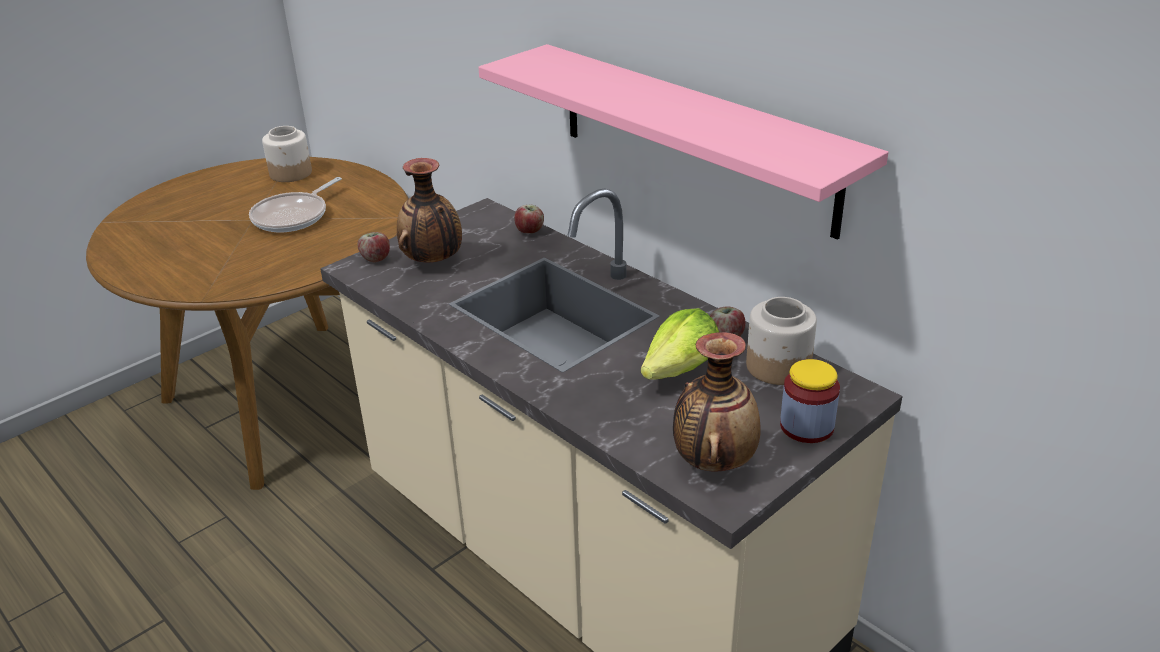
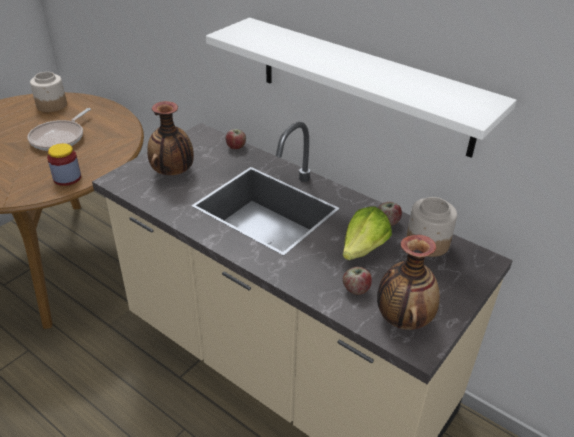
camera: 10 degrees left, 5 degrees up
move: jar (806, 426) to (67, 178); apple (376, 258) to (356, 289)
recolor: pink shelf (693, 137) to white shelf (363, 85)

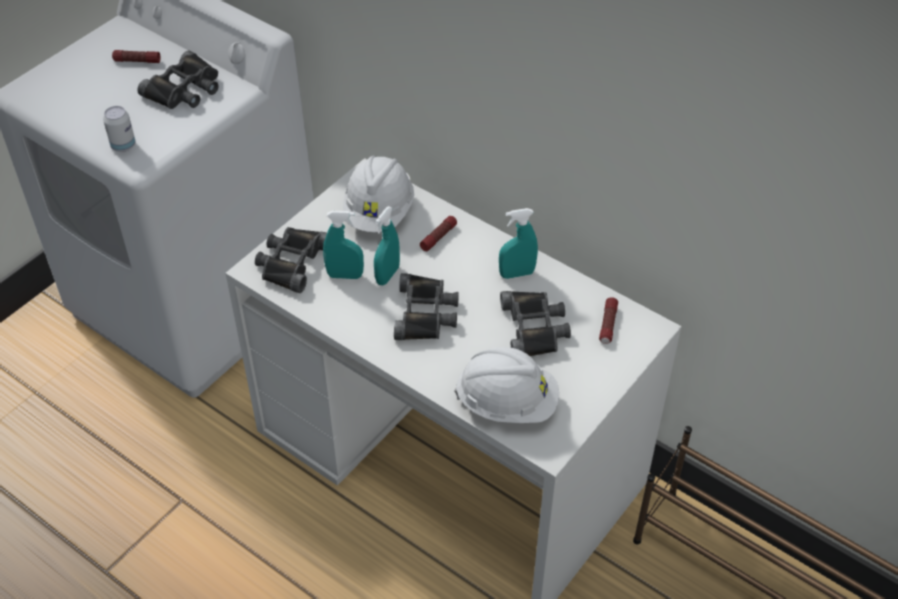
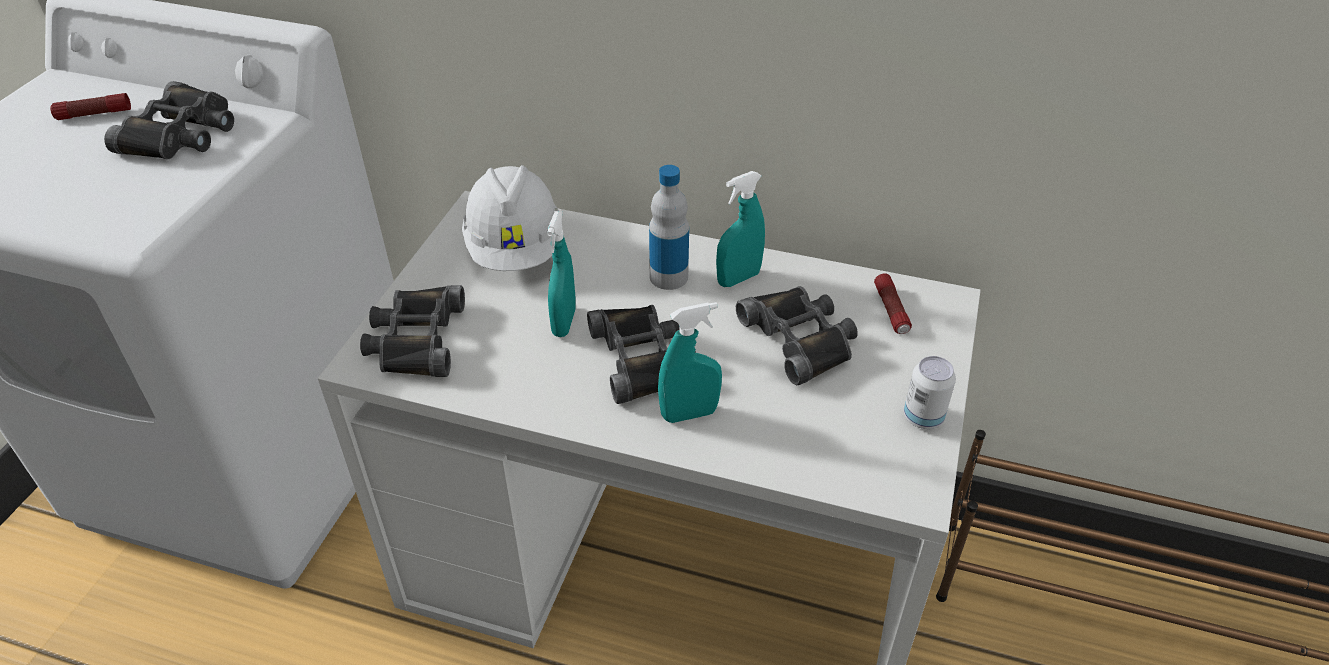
camera: 20 degrees left, 5 degrees down
delete: flashlight (438, 237); white hard hat (507, 403)
insert: bottle (668, 277)
move: turquoise spray bottle (345, 275) to (689, 414); can (123, 146) to (923, 417)

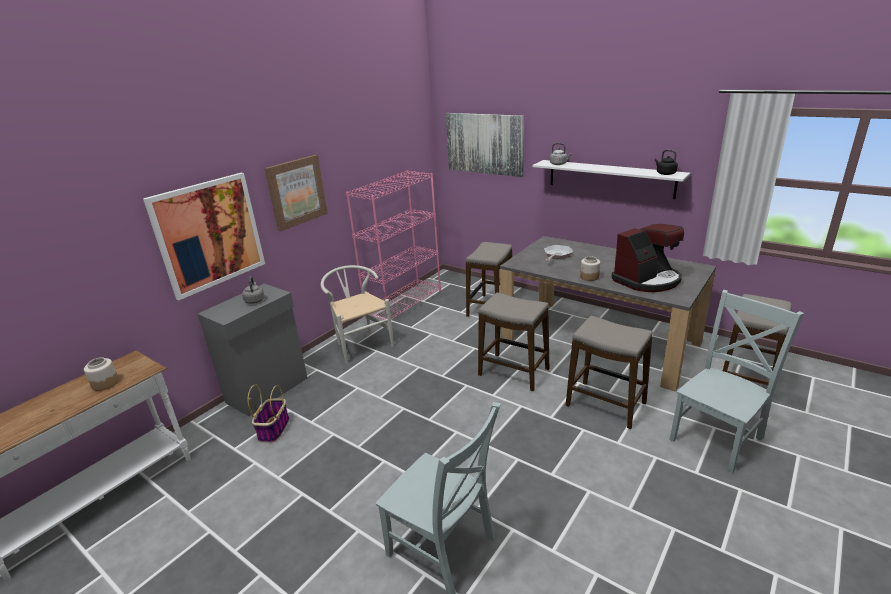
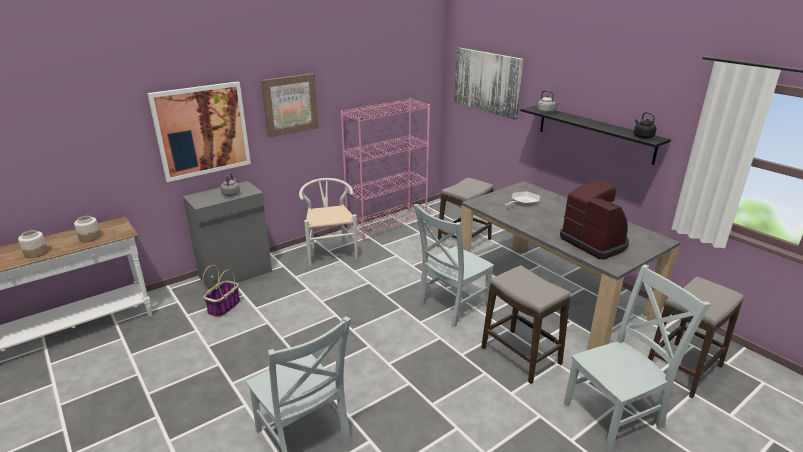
camera: 15 degrees right, 0 degrees up
move: jar (589, 277) to (36, 253)
replace: stool (513, 372) to grey chair (451, 306)
recolor: white shelf (610, 178) to black shelf (594, 133)
rotate: coffee machine (647, 280) = (595, 242) 105 degrees counterclockwise

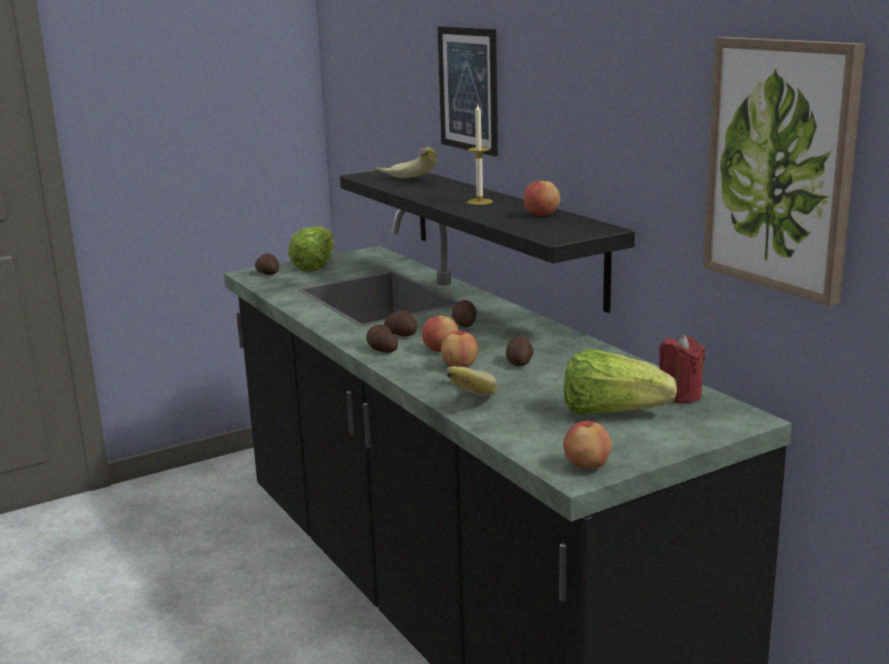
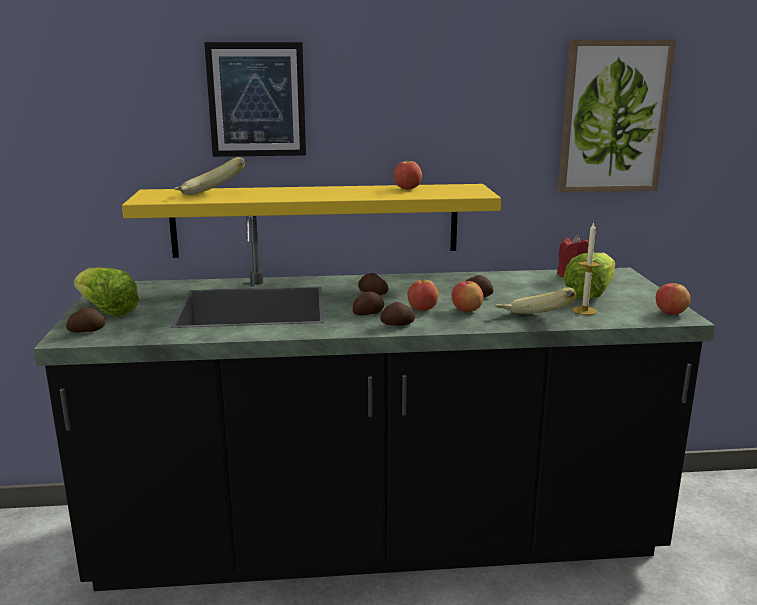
camera: 65 degrees left, 0 degrees up
move: candle (479, 202) to (584, 311)
recolor: black shelf (504, 232) to yellow shelf (315, 220)

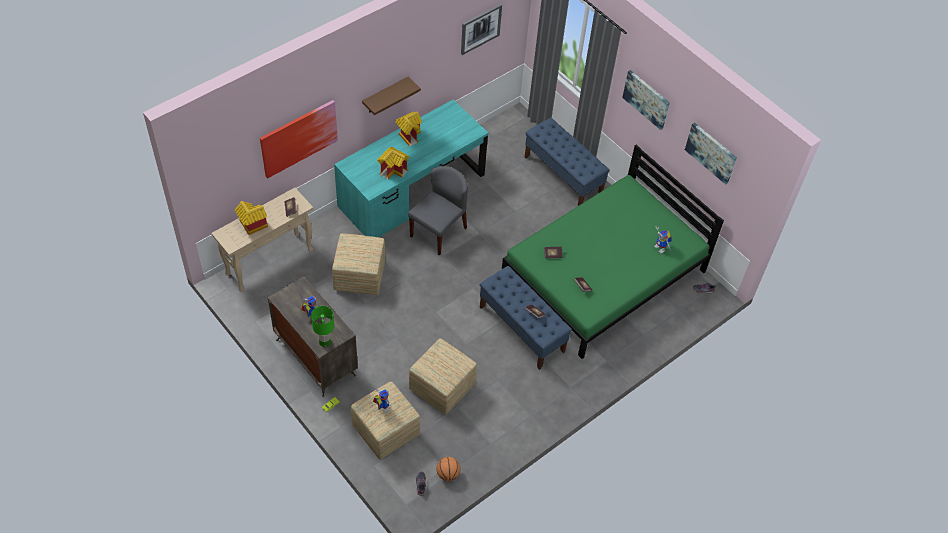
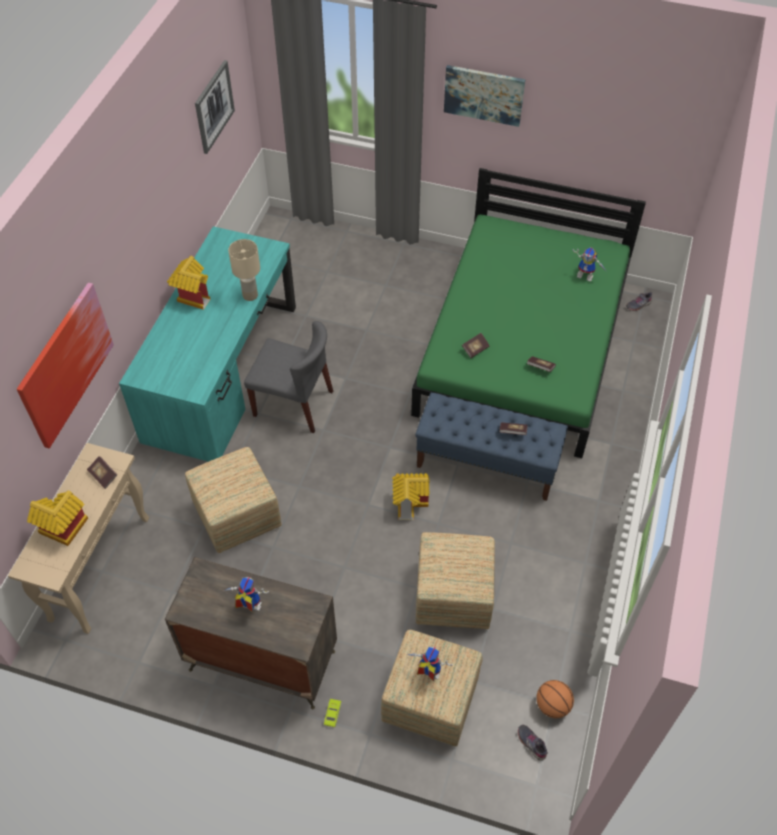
camera: 30 degrees left, 0 degrees up
delete: green table lamp (325, 342); brown shelf (385, 96); blue bench (563, 175); picture (711, 152)
insert: beige table lamp (250, 296)
move: toy house (394, 170) to (410, 502)
rotate: grey chair (438, 232) = (294, 403) 105 degrees clockwise

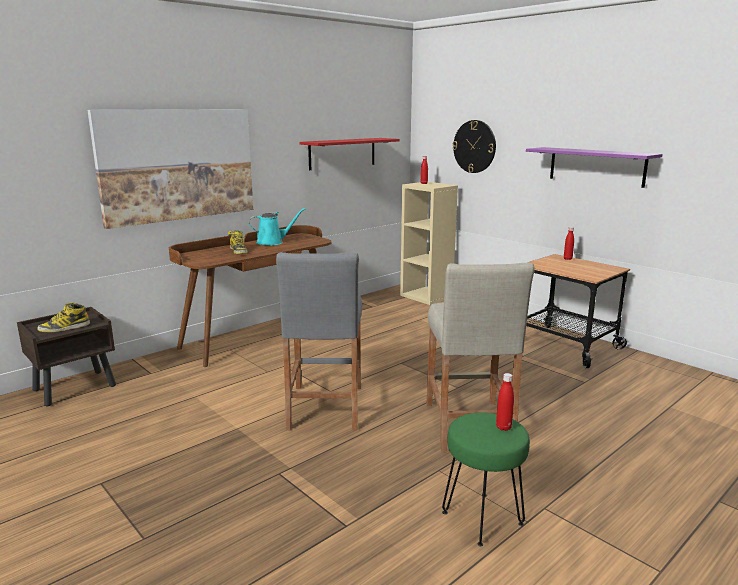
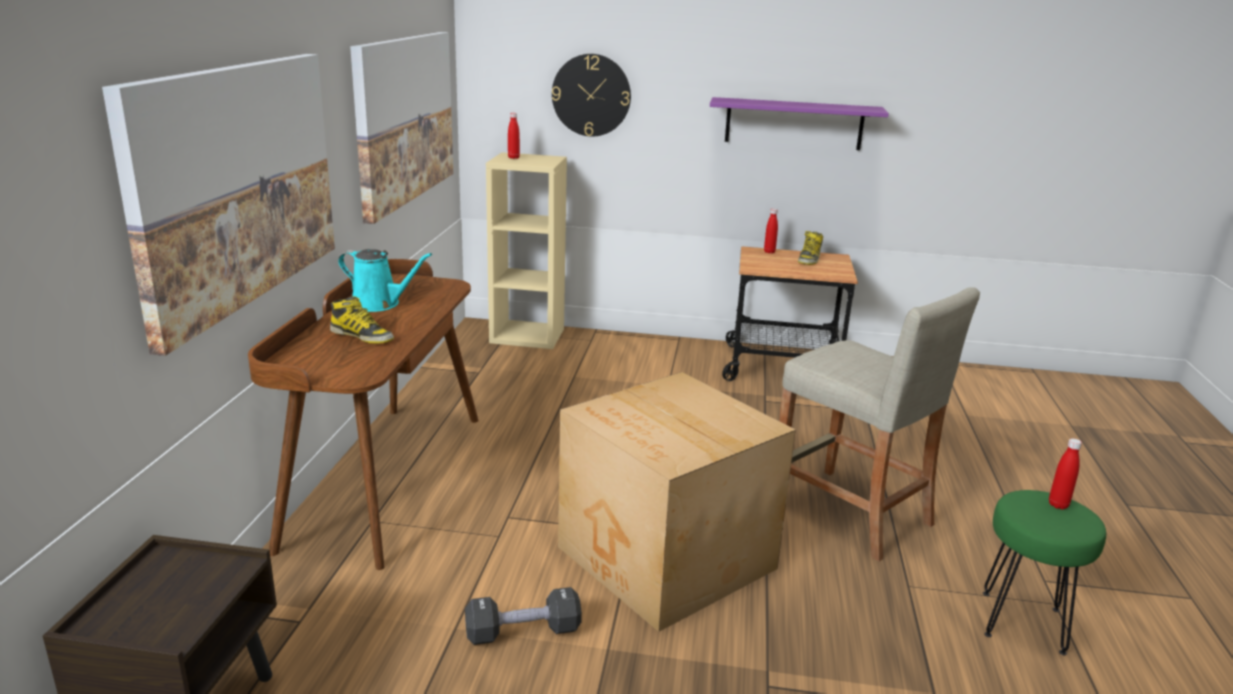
camera: 40 degrees left, 5 degrees up
insert: black dumbbell (523, 632)
move: boot (64, 328) to (809, 259)
replace: red shelf (342, 153) to picture (404, 119); grey stool (324, 407) to cardboard box (666, 560)
rotate: turquoise watering can (272, 242) = (379, 304) 75 degrees clockwise

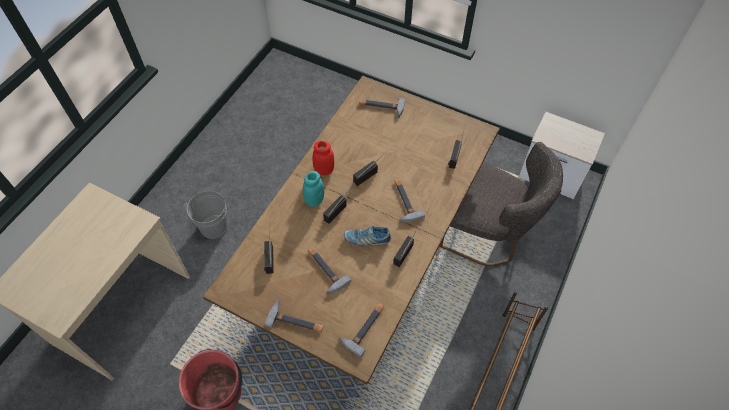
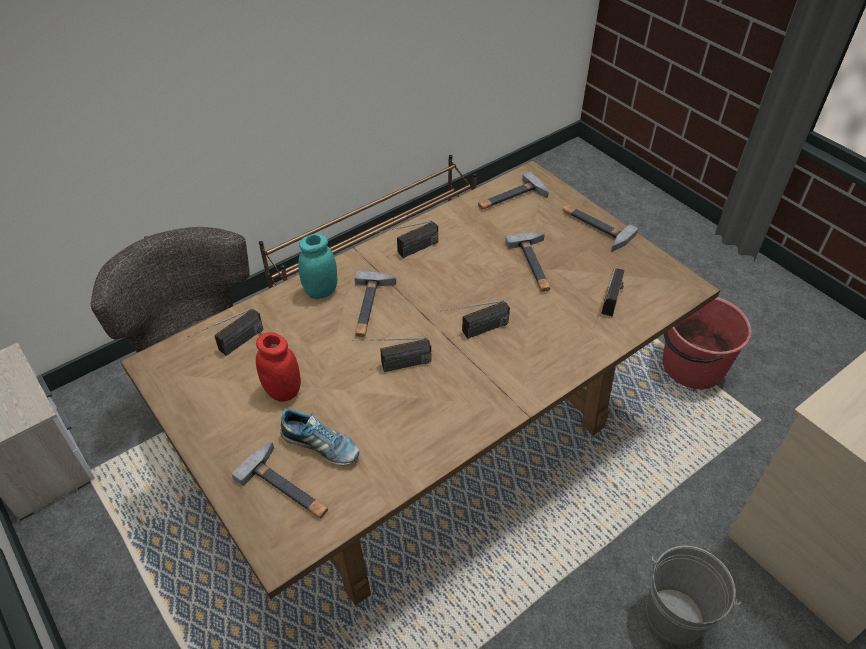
camera: 155 degrees left, 10 degrees down
move: red jar (324, 170) to (283, 391); shoe (367, 239) to (321, 446); turquoise jar (314, 200) to (321, 291)

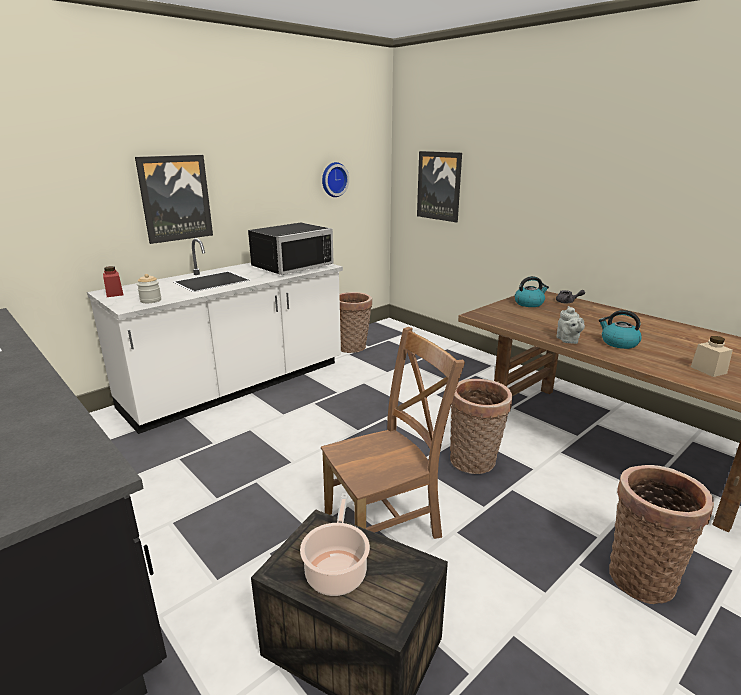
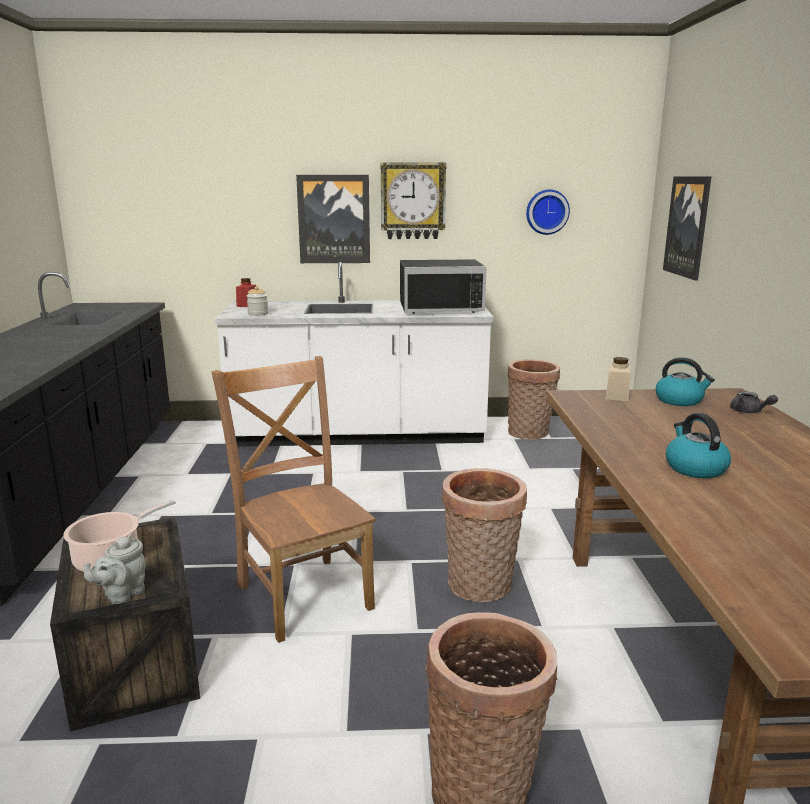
camera: 40 degrees right, 5 degrees down
insert: wall clock (413, 201)
move: grey teapot (568, 340) to (121, 594); beige jar (708, 370) to (617, 396)
rotate: brown chair (386, 523) = (303, 593) 135 degrees counterclockwise

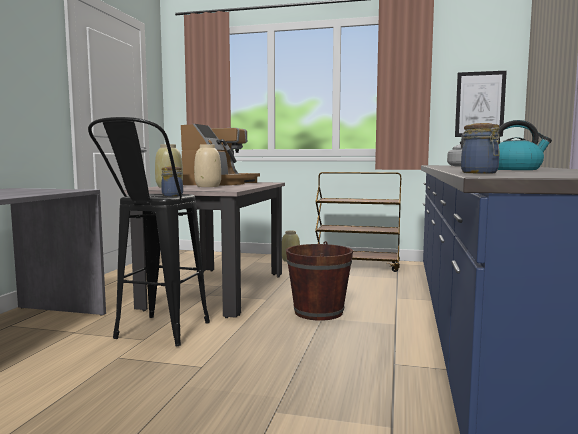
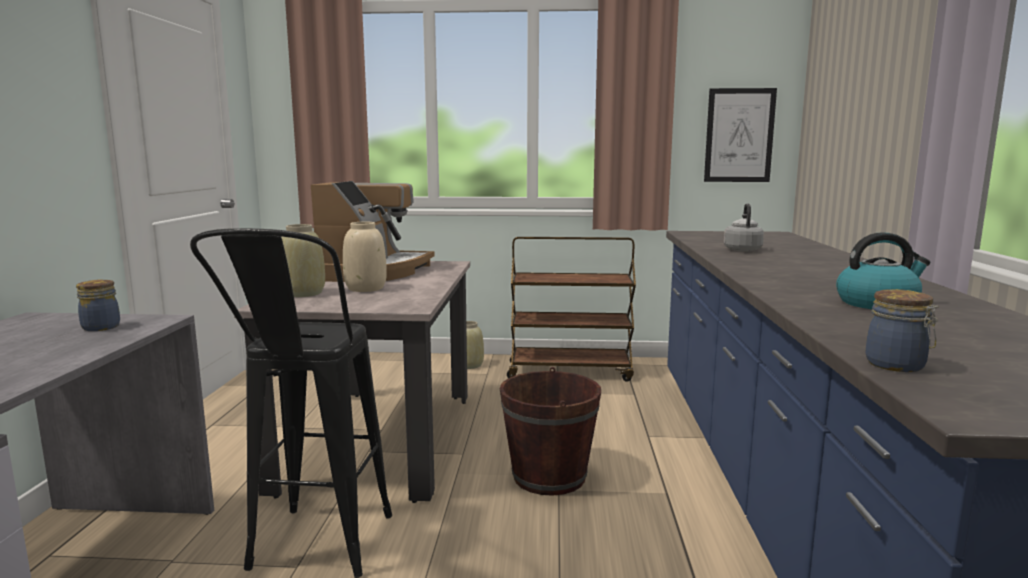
camera: 10 degrees left, 5 degrees up
move: jar (171, 195) to (99, 327)

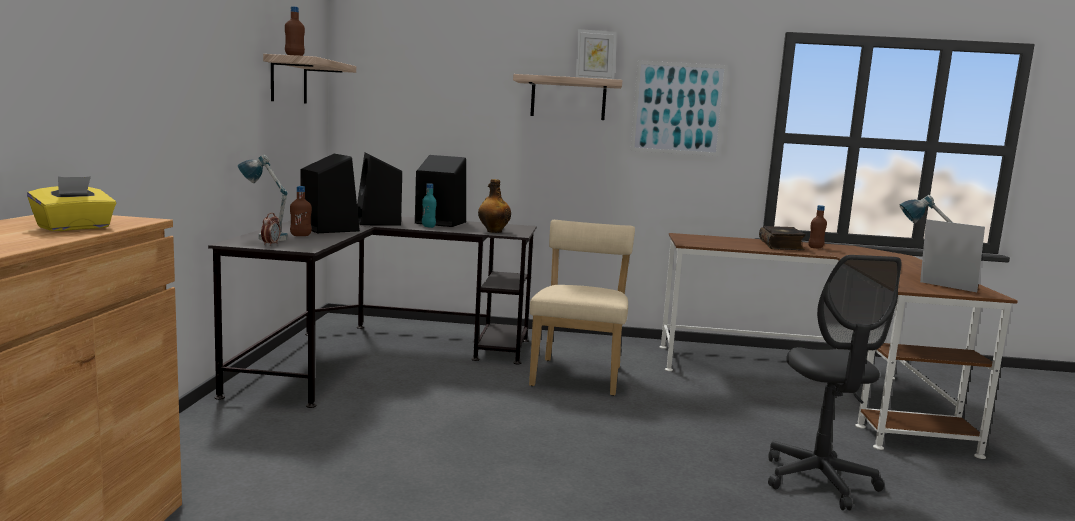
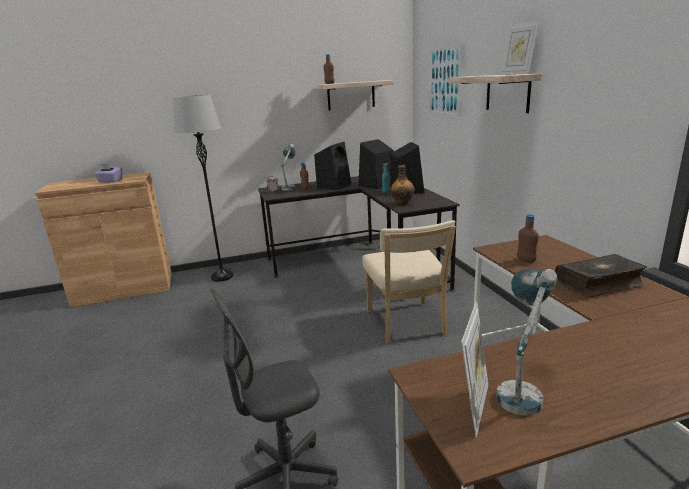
camera: 70 degrees right, 10 degrees up
insert: grey floor lamp (222, 276)
move: picture (678, 108) to (444, 81); brown bottle (815, 247) to (526, 260)
recolor: yellow tissue box (74, 228) to purple tissue box (110, 181)
rotate: beige chair (578, 375) = (406, 324) 90 degrees clockwise

